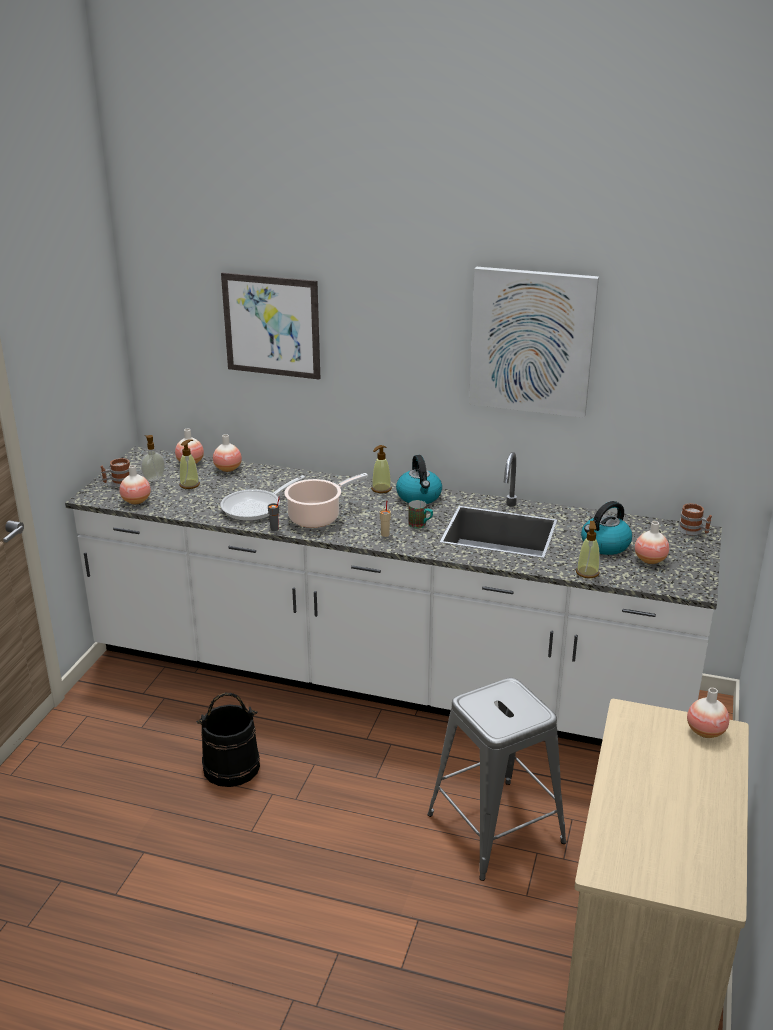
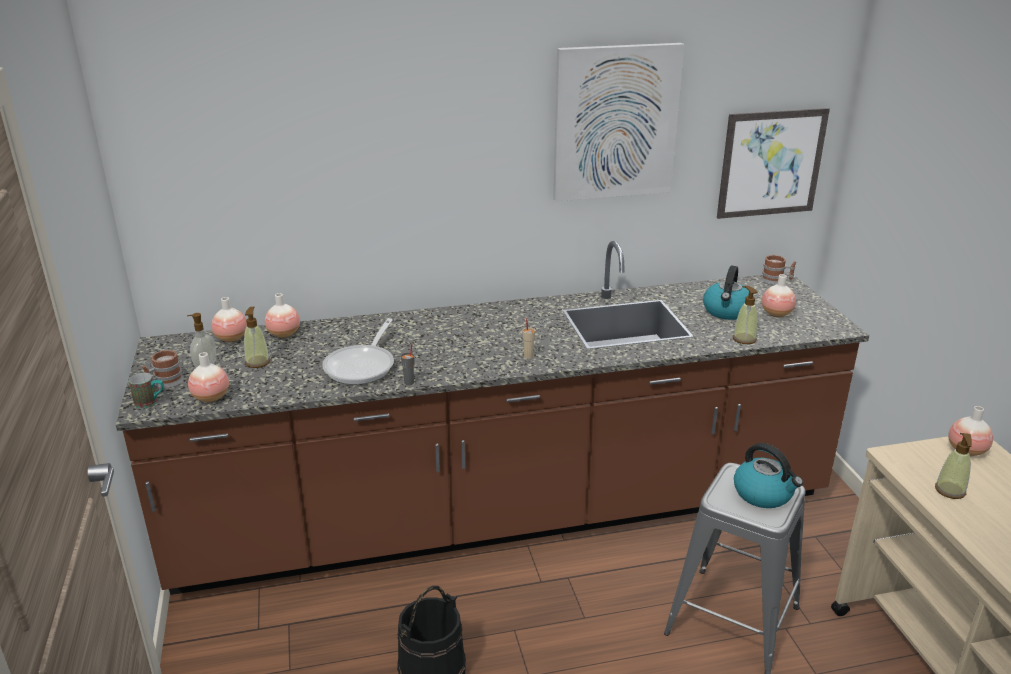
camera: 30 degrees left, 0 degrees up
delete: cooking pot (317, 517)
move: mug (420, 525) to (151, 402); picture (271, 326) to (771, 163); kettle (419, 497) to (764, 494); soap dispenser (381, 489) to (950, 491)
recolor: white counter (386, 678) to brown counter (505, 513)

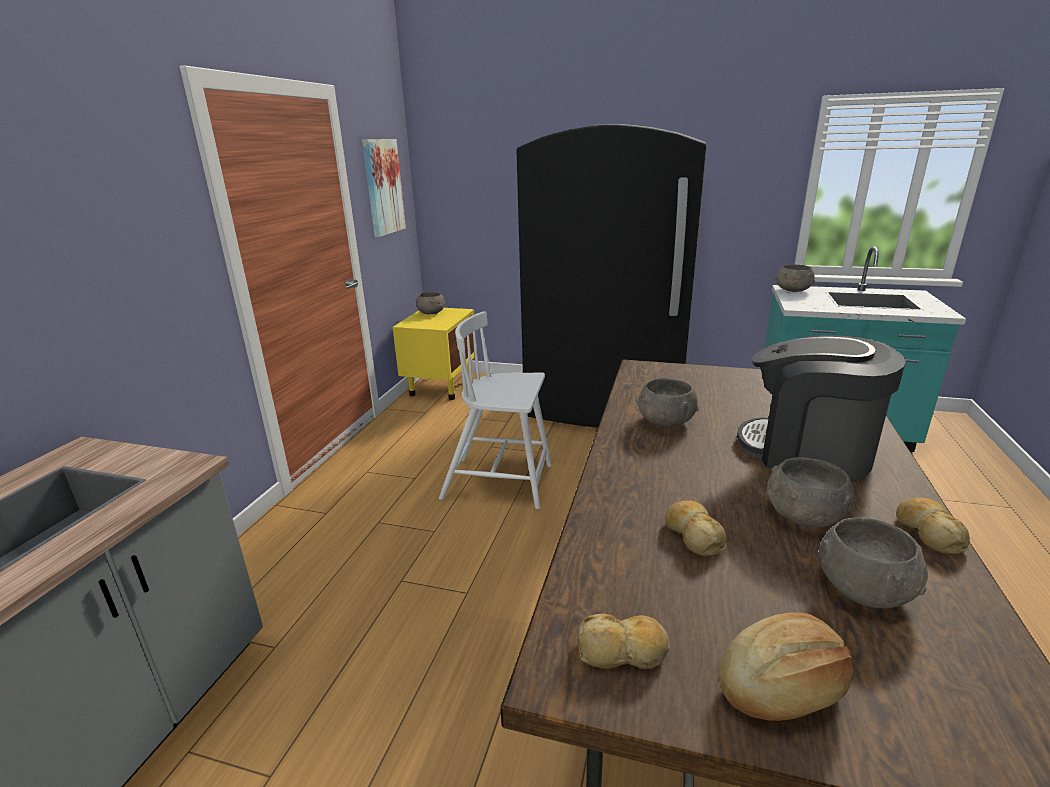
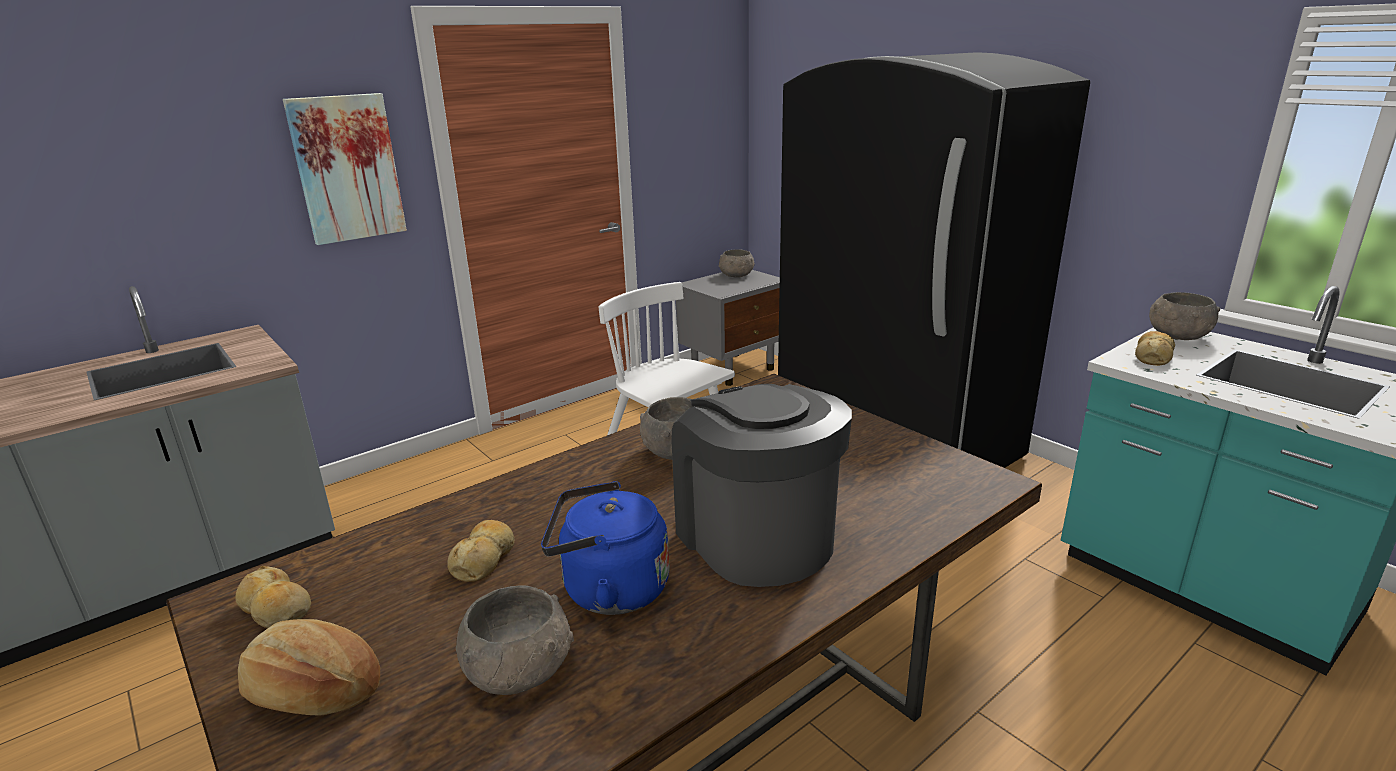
camera: 35 degrees right, 0 degrees up
move: picture (383, 187) to (347, 168); bread (928, 533) to (1153, 356)
replace: grey bowl (803, 515) to blue kettle (609, 590)
recolor: yellow nightstand (441, 387) to grey nightstand (733, 368)

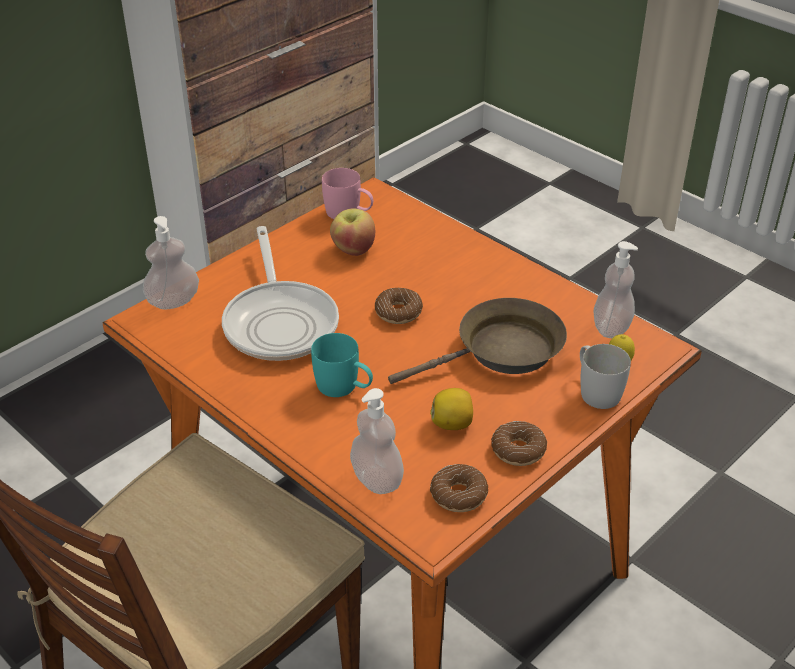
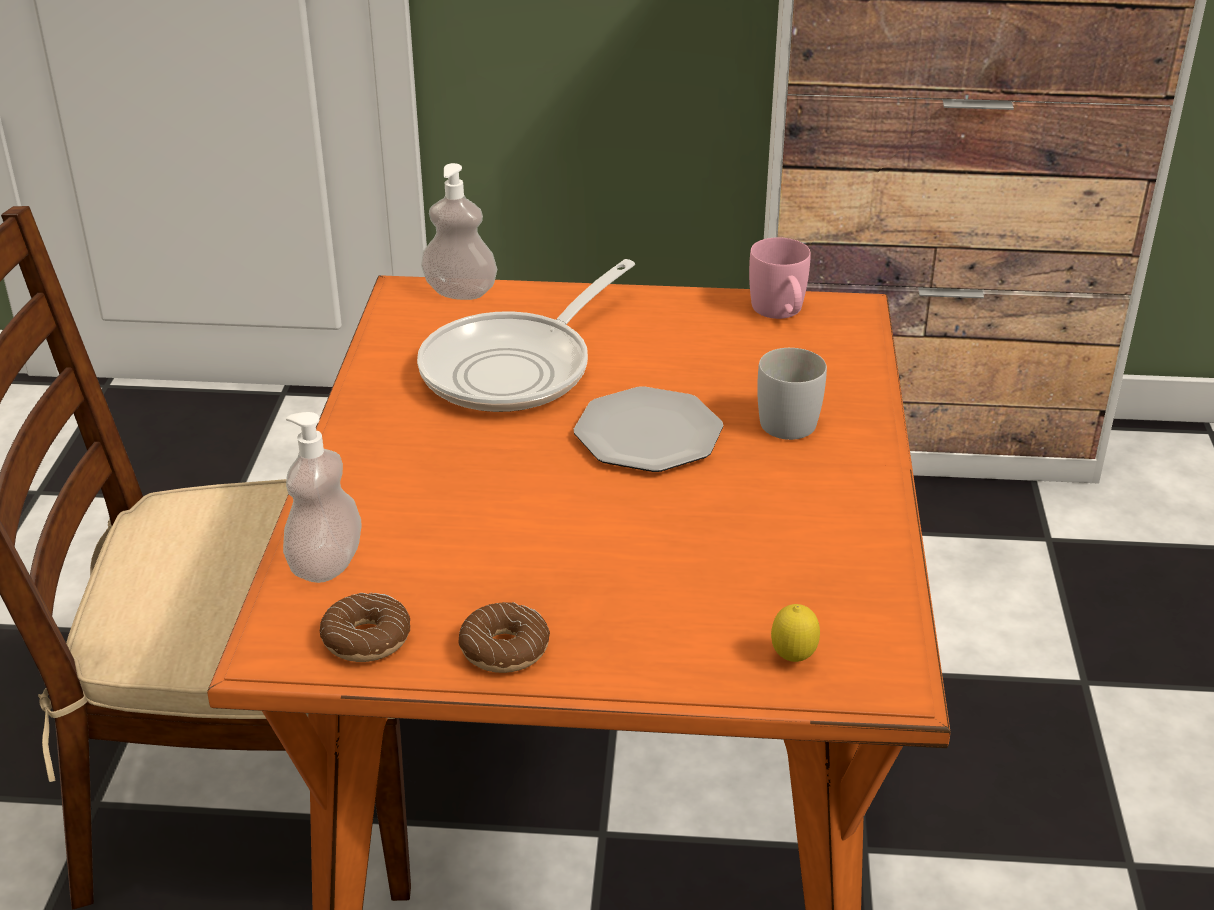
camera: 50 degrees right, 5 degrees down
delete: turquoise mug (344, 388); apple (353, 249); brown frying pan (502, 352); lemon (452, 423); soap dispenser (611, 327)
move: white mug (595, 390) to (792, 418)
replace: donut (398, 312) to plate (647, 434)

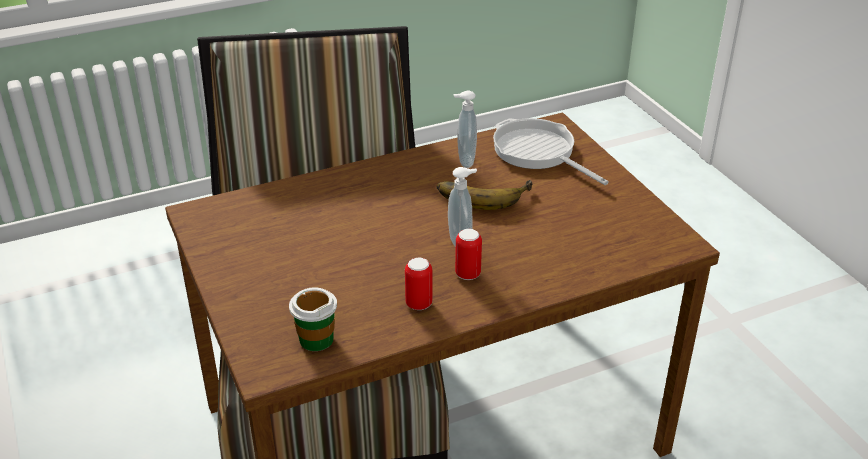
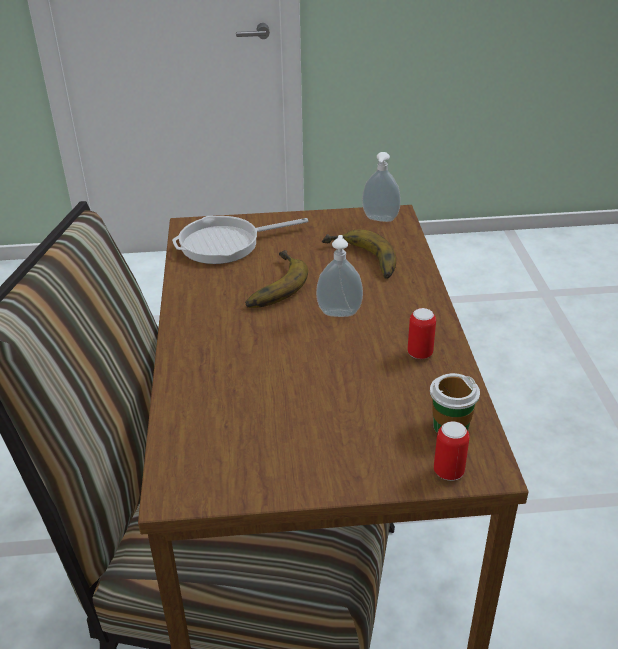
camera: 70 degrees left, 0 degrees up
insert: banana (360, 261)
move: soap dispenser (464, 161) to (380, 220); can (467, 274) to (448, 472)

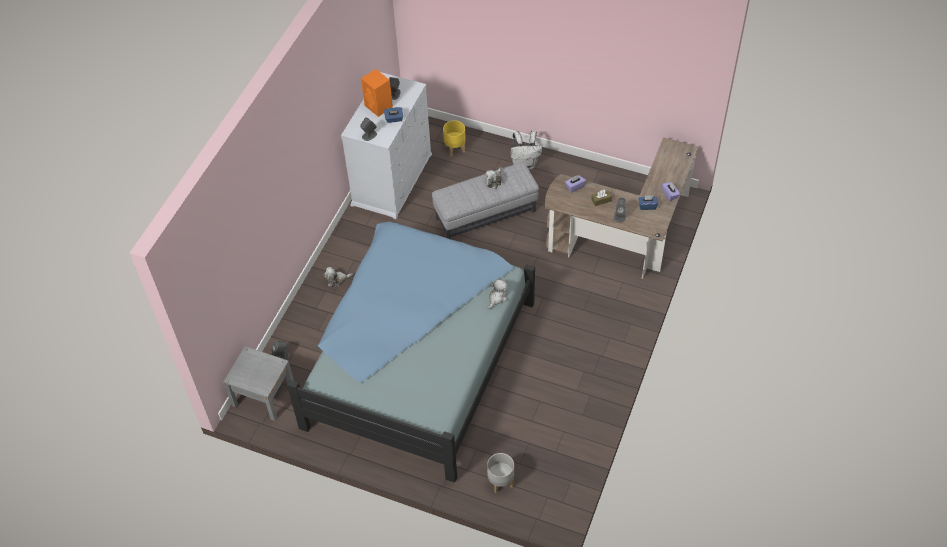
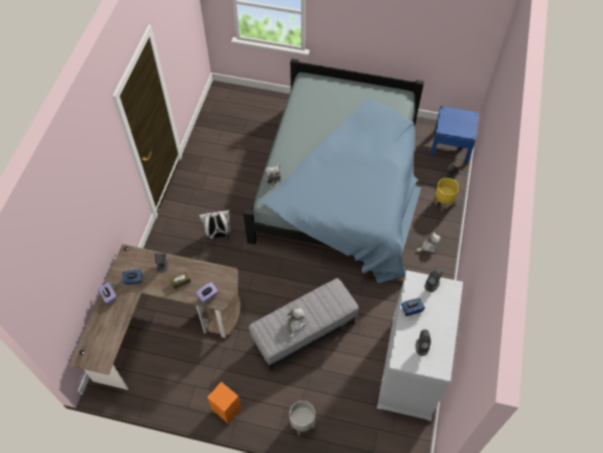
camera: 170 degrees right, 5 degrees up
move: white backpack (525, 164) to (218, 235); orange speaker (379, 106) to (226, 408); grey planter (500, 482) to (302, 423); yellow planter (454, 149) to (443, 202)
recolor: grey nightstand (263, 395) to blue nightstand (451, 145)

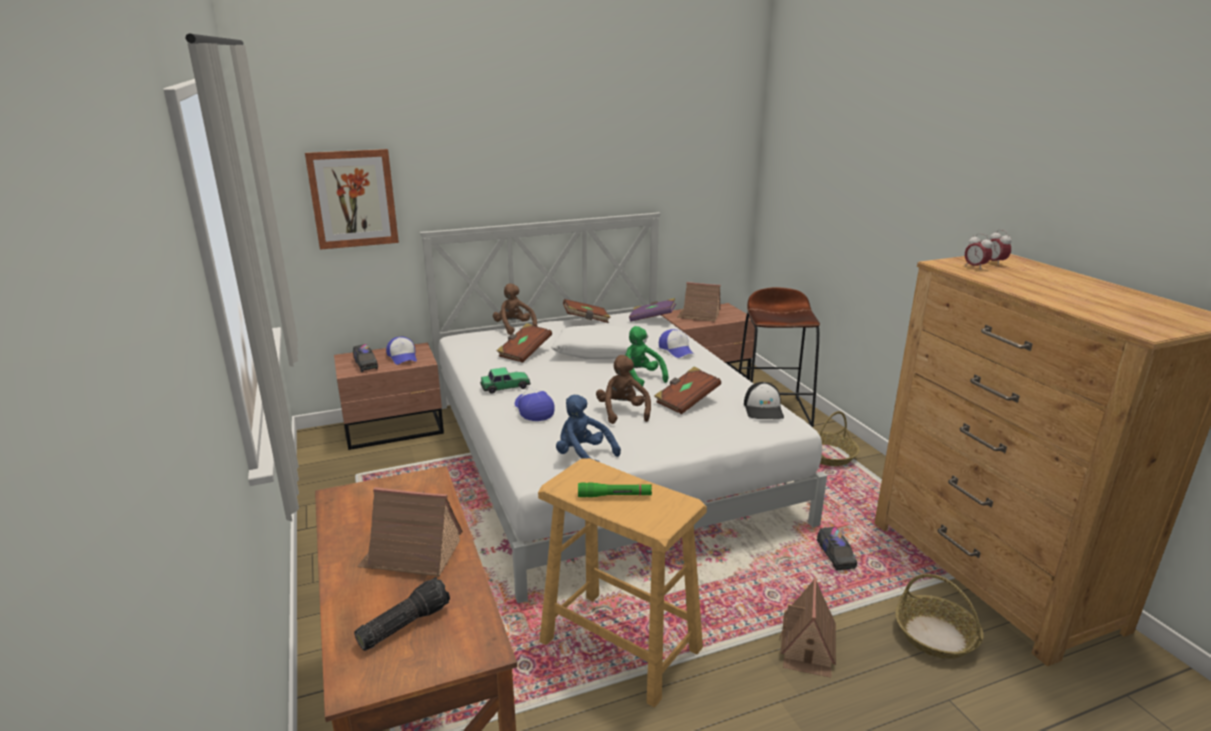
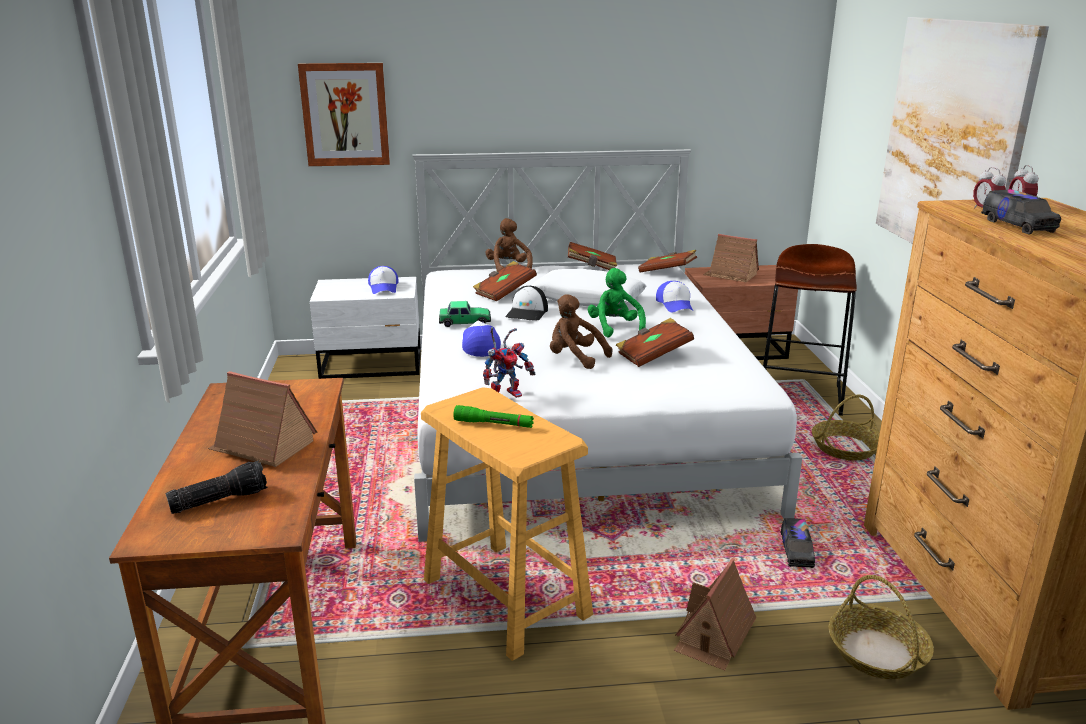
camera: 15 degrees right, 0 degrees up
insert: picture (951, 141)
move: cap (764, 409) to (527, 312); toy truck (366, 365) to (1017, 225)
replace: blue plush toy (583, 456) to toy robot (506, 394)
recolor: brown nightstand (395, 429) to white nightstand (373, 365); purple book (652, 319) to brown book (667, 272)
rotate: brown plush toy (622, 412) = (575, 358) 60 degrees counterclockwise

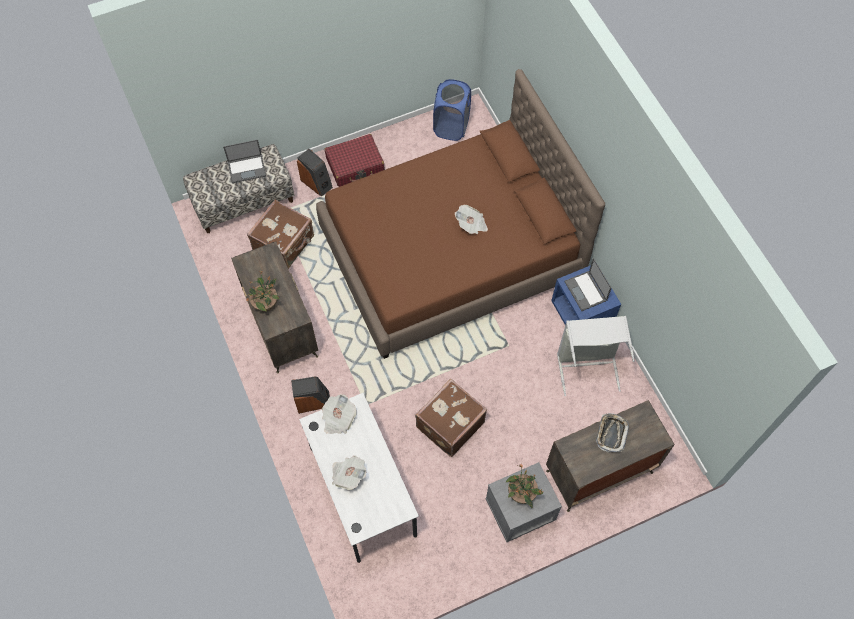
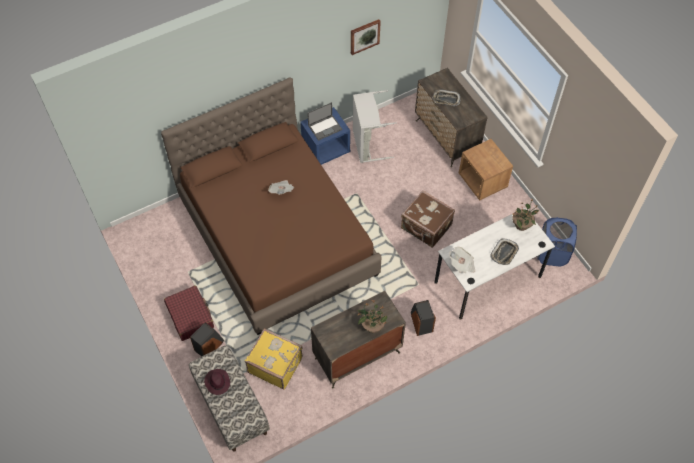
camera: 95 degrees left, 5 degrees down
insert: picture (364, 36)
move: potted plant (521, 494) to (522, 225); blue laundry basket (451, 126) to (552, 254)
replace: laptop (247, 168) to purple hat (217, 382); newspaper (348, 475) to tray (504, 253)
recolor: brown suitcase (285, 244) to yellow suitcase (275, 364); grey nightstand (519, 510) to brown nightstand (483, 181)

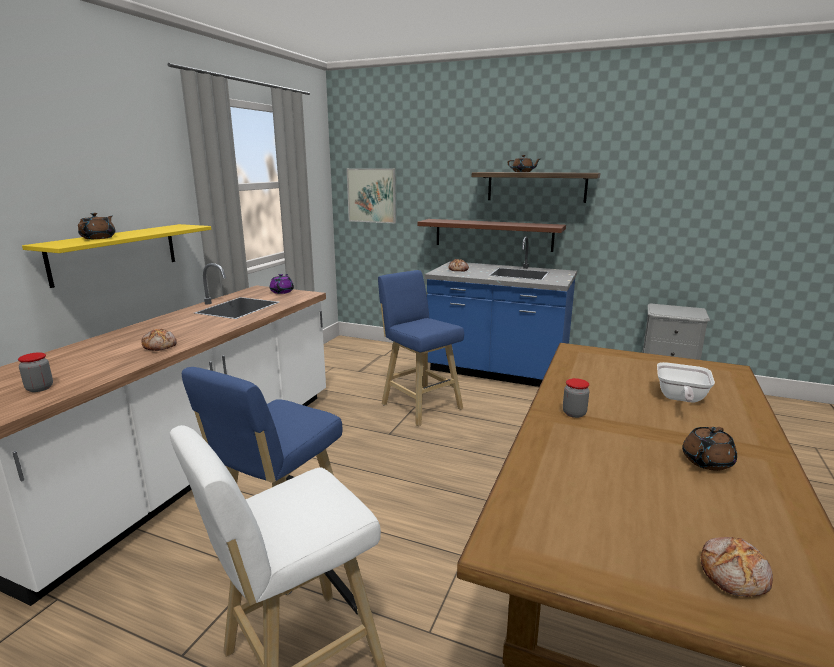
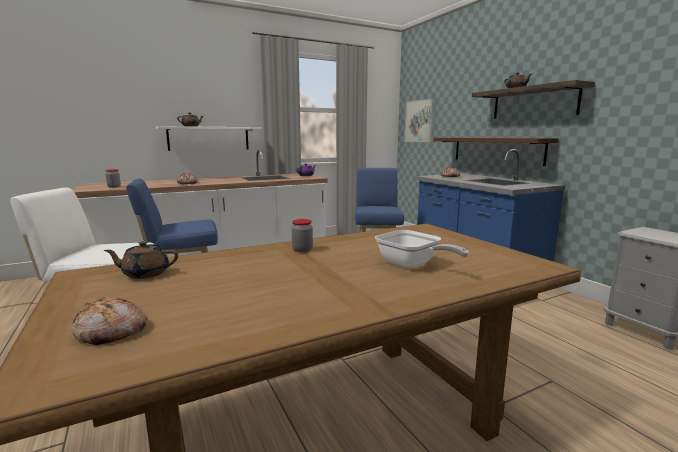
camera: 40 degrees right, 5 degrees down
move: brown teapot (706, 462) to (145, 274)
recolor: yellow shelf (115, 253) to white shelf (209, 138)
rotate: frying pan (680, 399) = (412, 265) 105 degrees counterclockwise

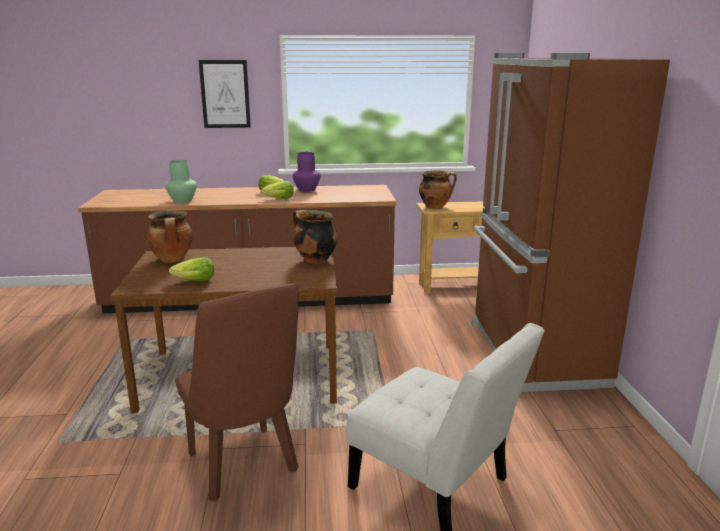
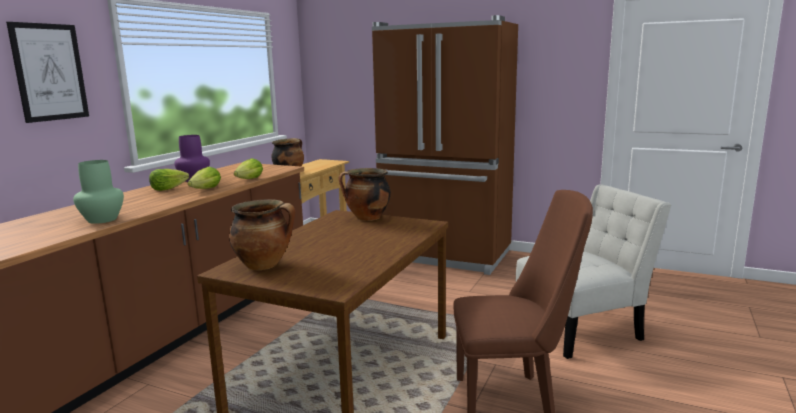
camera: 60 degrees left, 5 degrees down
move: lettuce (195, 281) to (249, 179)

